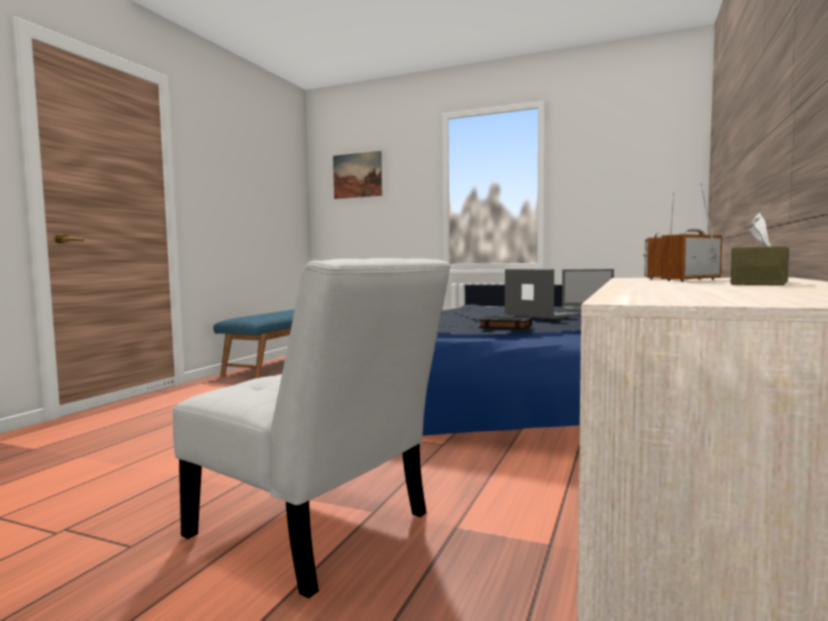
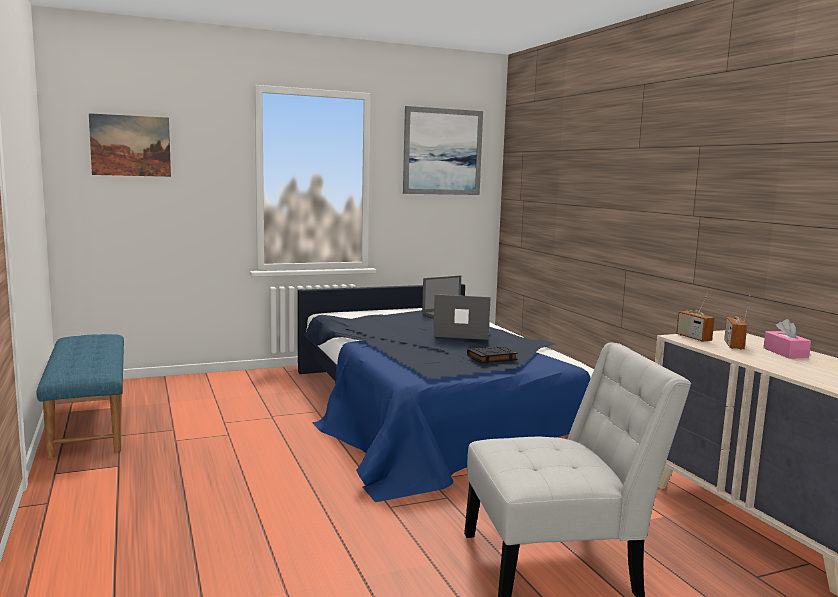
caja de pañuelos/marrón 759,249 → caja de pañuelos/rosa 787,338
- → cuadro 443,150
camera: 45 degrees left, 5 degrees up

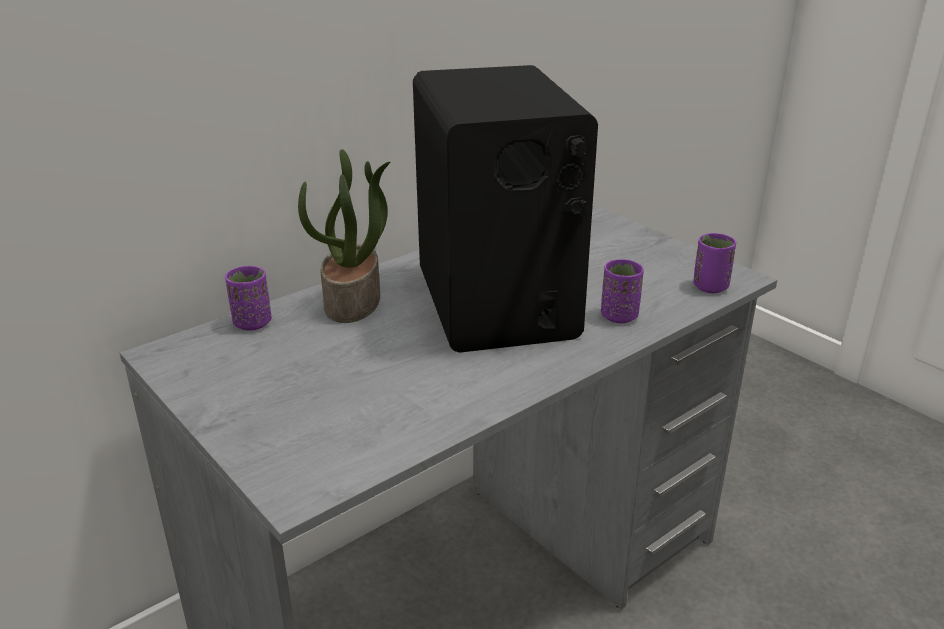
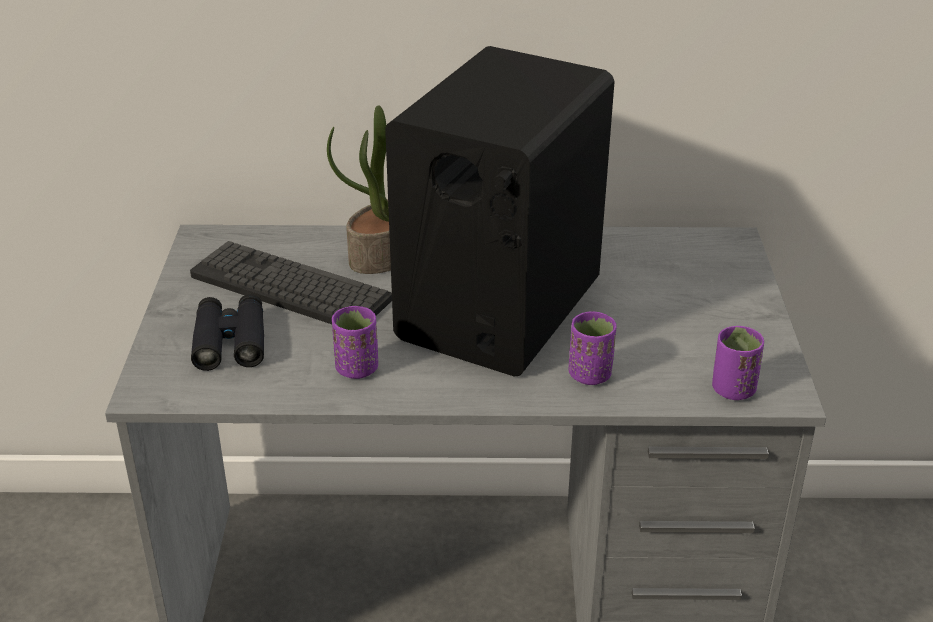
taza/morado 248,298 → taza/morado 355,342, moved
- → teclado 291,282
- → prismáticos/negro 227,332
camera: 40 degrees right, 5 degrees up

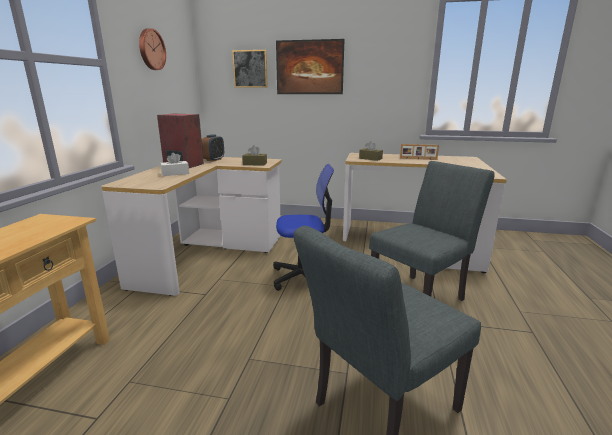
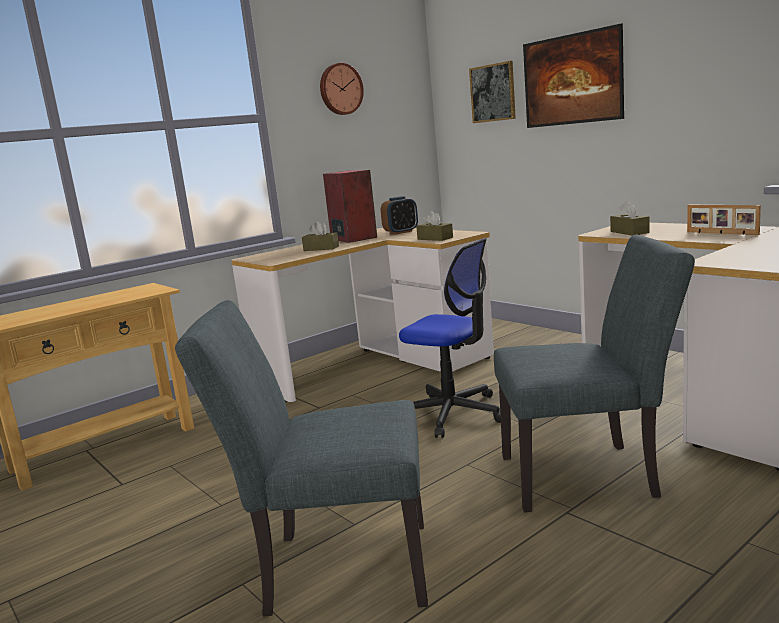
caja de pañuelos/blanco 174,164 → caja de pañuelos/marrón 320,236
camera: 40 degrees right, 5 degrees down

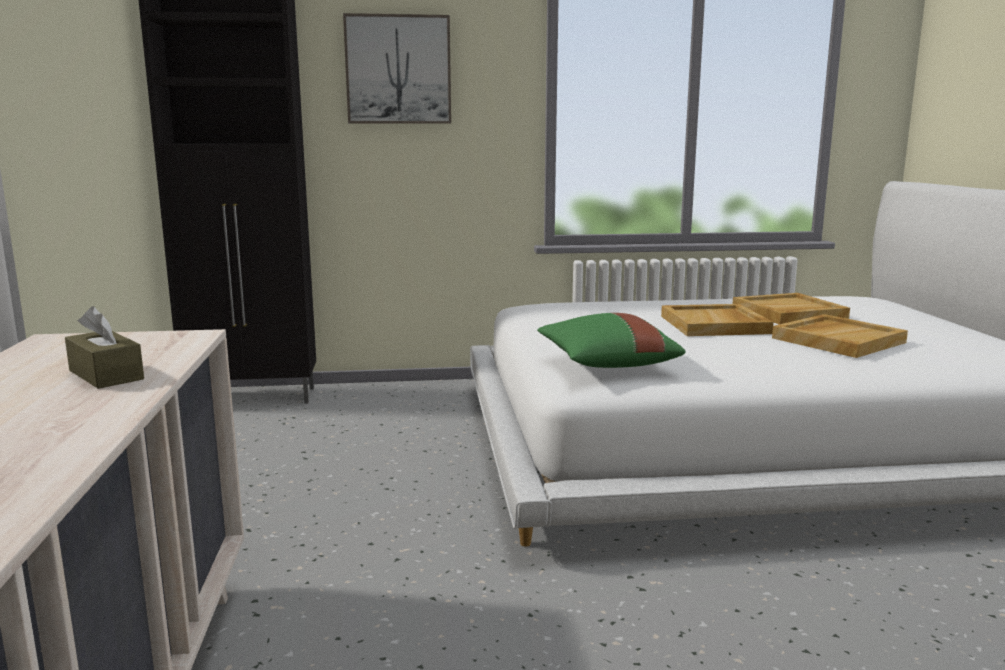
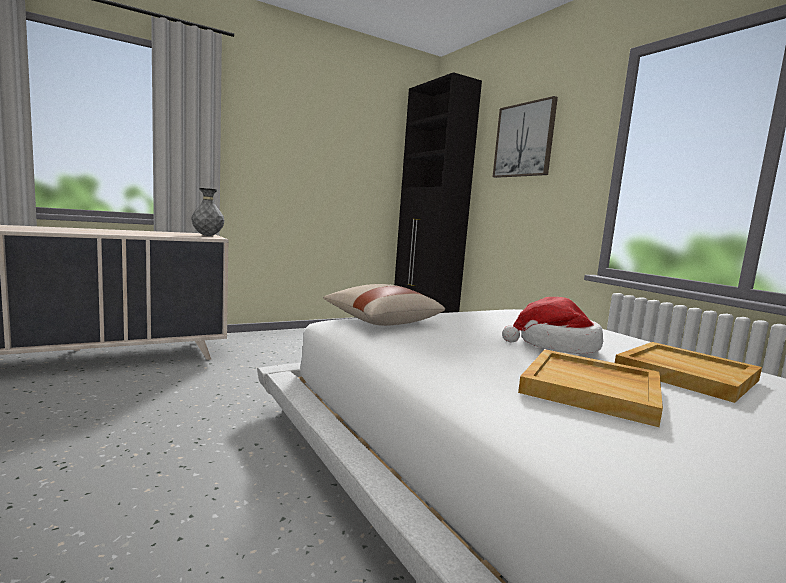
bandeja/beis 717,320 → sombrero 552,325
caja de pañuelos/marrón 104,347 → -
cojín/verde 611,340 → cojín/beis 384,305
- → florero/gris 207,212
camera: 65 degrees right, 5 degrees down

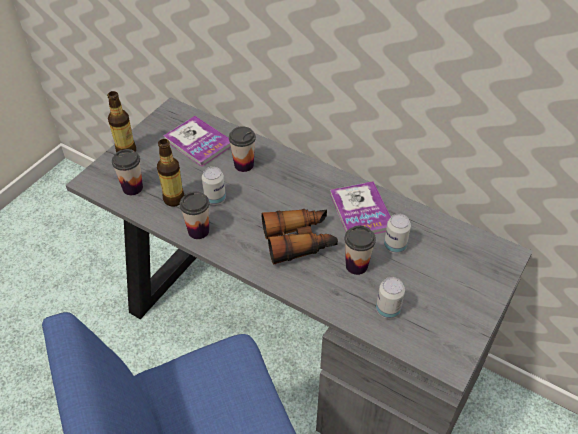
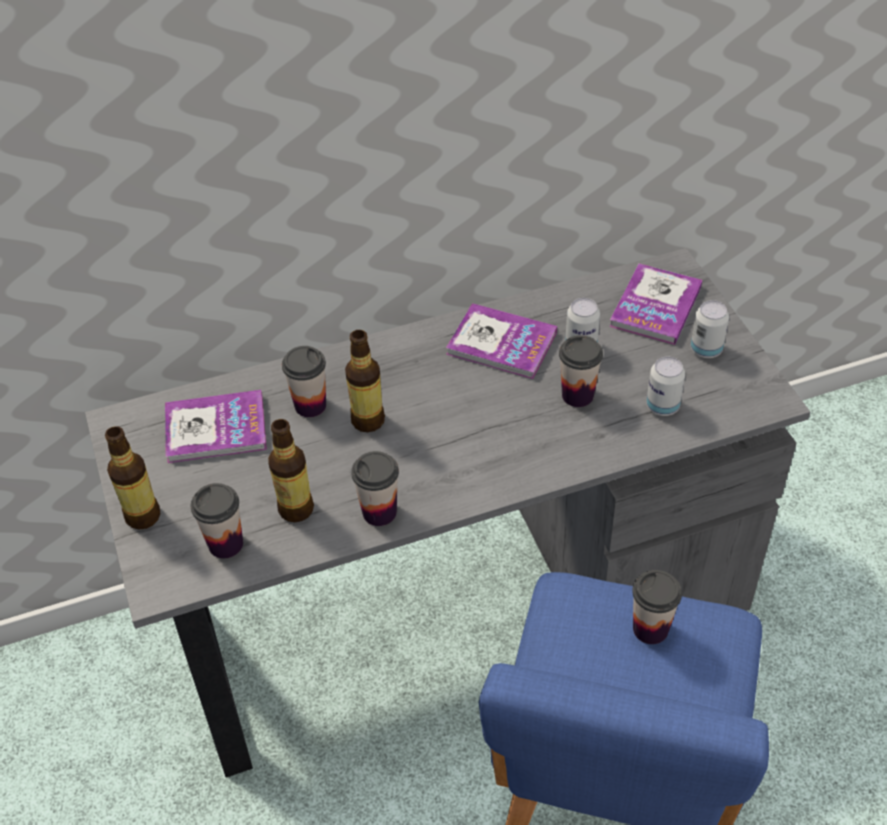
lata 214,186 → lata 710,329, moved
prismáticos 299,237 → -
- → libro 655,304
- → botella 365,381
- → taza 657,607
camera: 50 degrees left, 0 degrees up

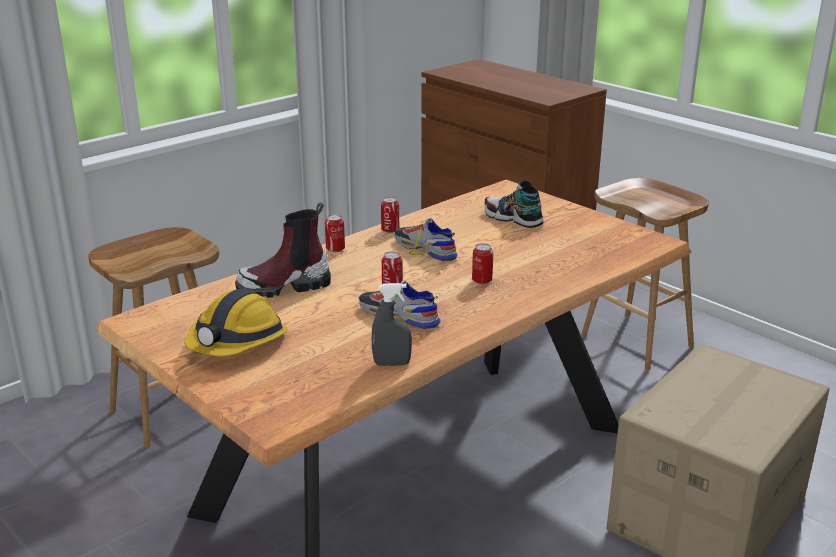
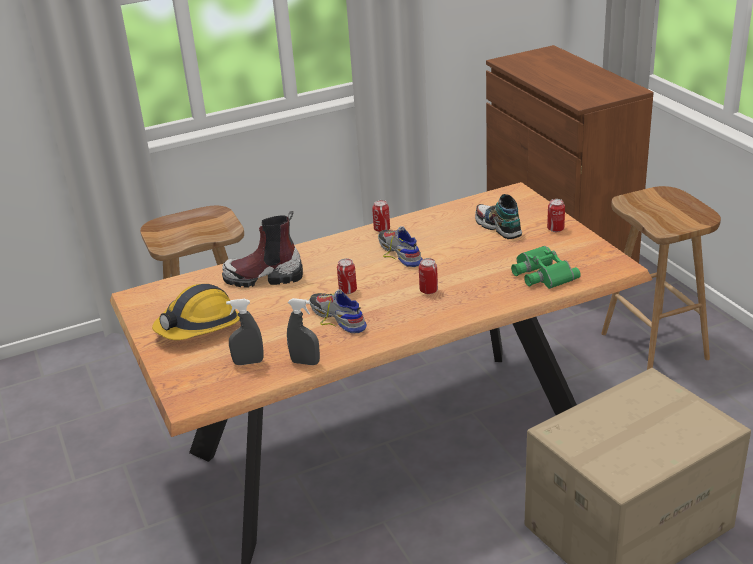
lata 335,233 → lata 556,215, moved
- → prismáticos/verde 546,267
- → pulverizador/gris 244,332
camera: 20 degrees right, 5 degrees up

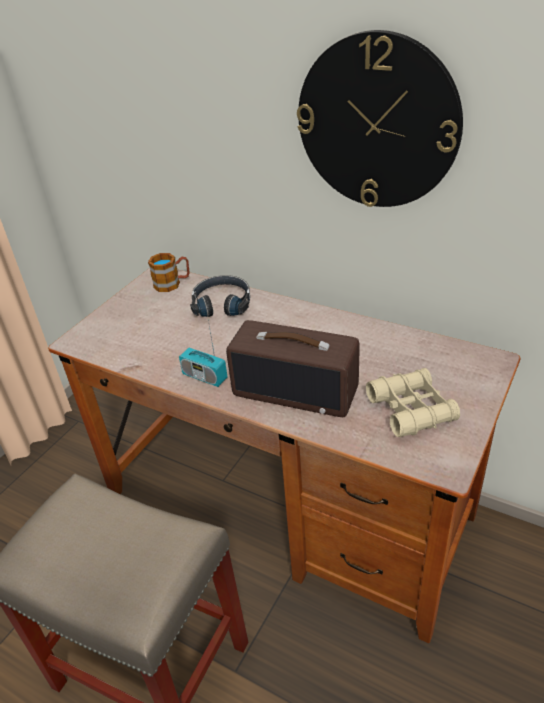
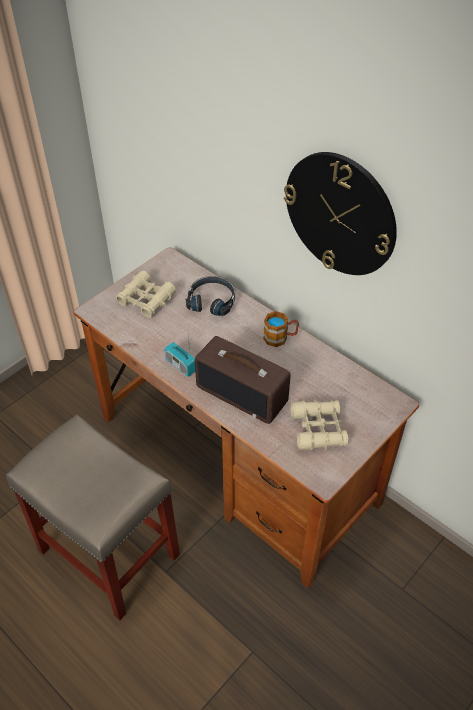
taza grande 168,272 → taza grande 281,329, moved
- → prismáticos/beis 146,294
camera: 10 degrees right, 10 degrees up

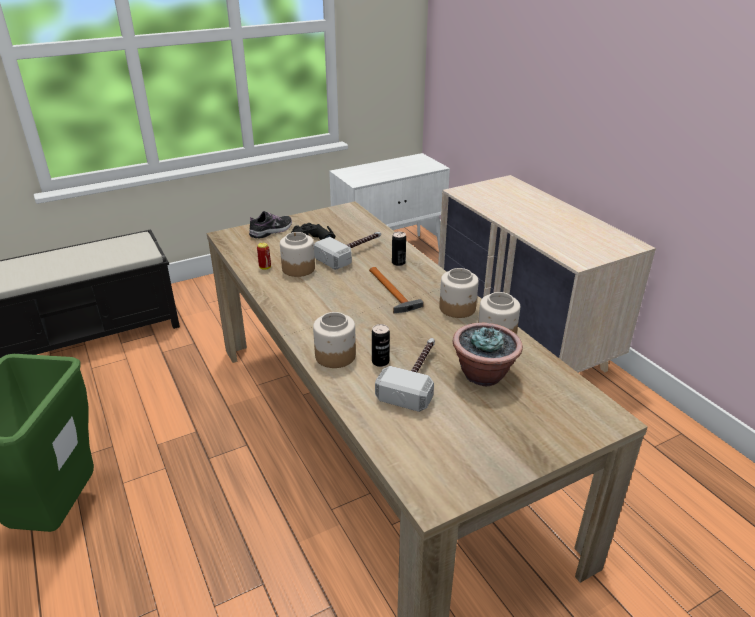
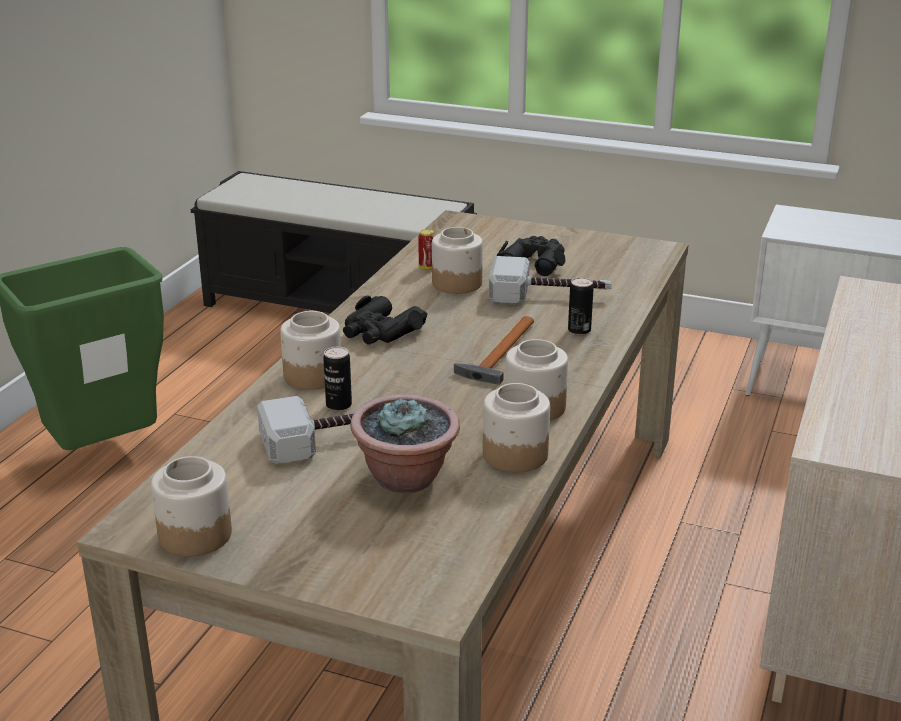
zapato 270,225 → -
- → prismáticos/negro 385,320
- → tarro 191,506
camera: 50 degrees right, 5 degrees down

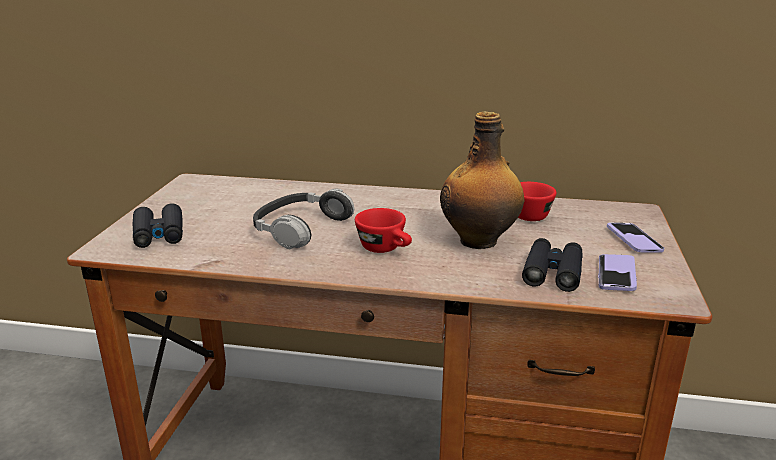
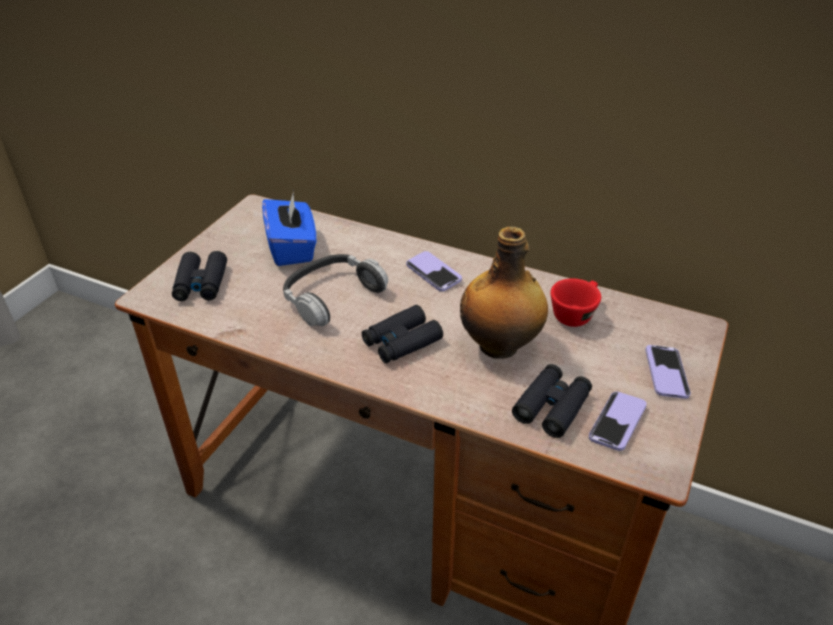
taza/rojo 383,230 → prismáticos/negro 402,334
- → caja de pañuelos/azul 289,228
- → móvil 434,271
camera: 15 degrees right, 15 degrees up

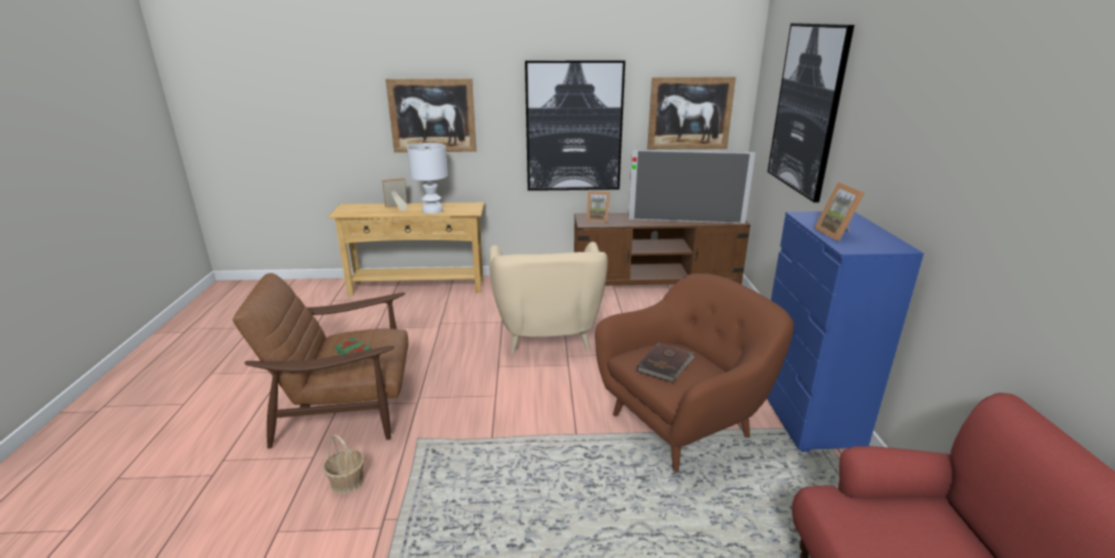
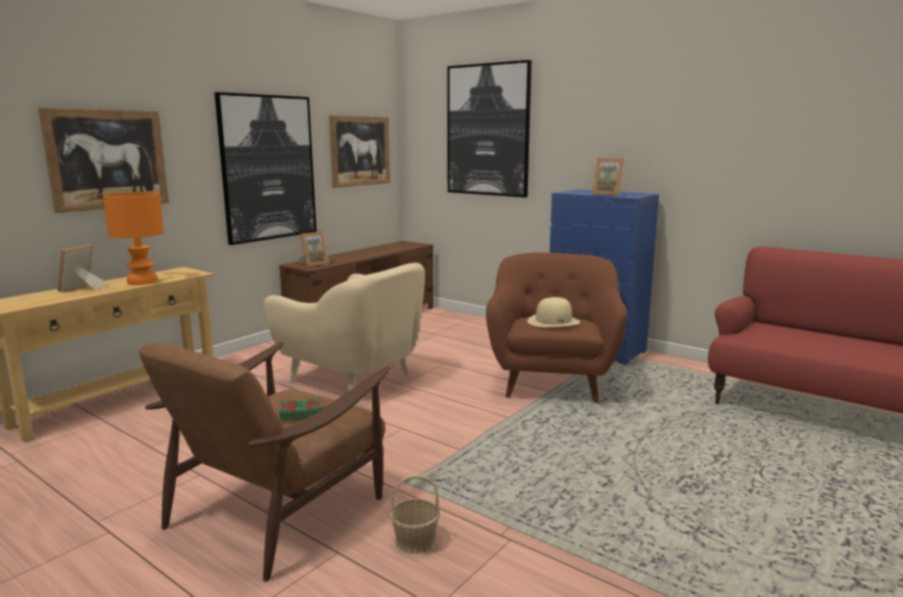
lámpara de mesa/blanco 427,178 → lámpara de mesa/naranja 133,238
televisor 691,186 → -
libro/marrón 666,363 → sombrero/beis 553,312
camera: 50 degrees left, 10 degrees down

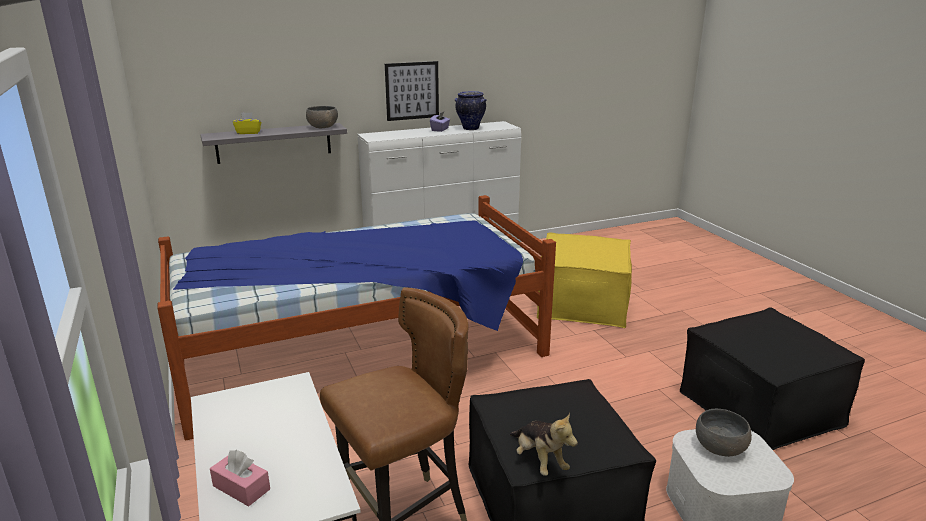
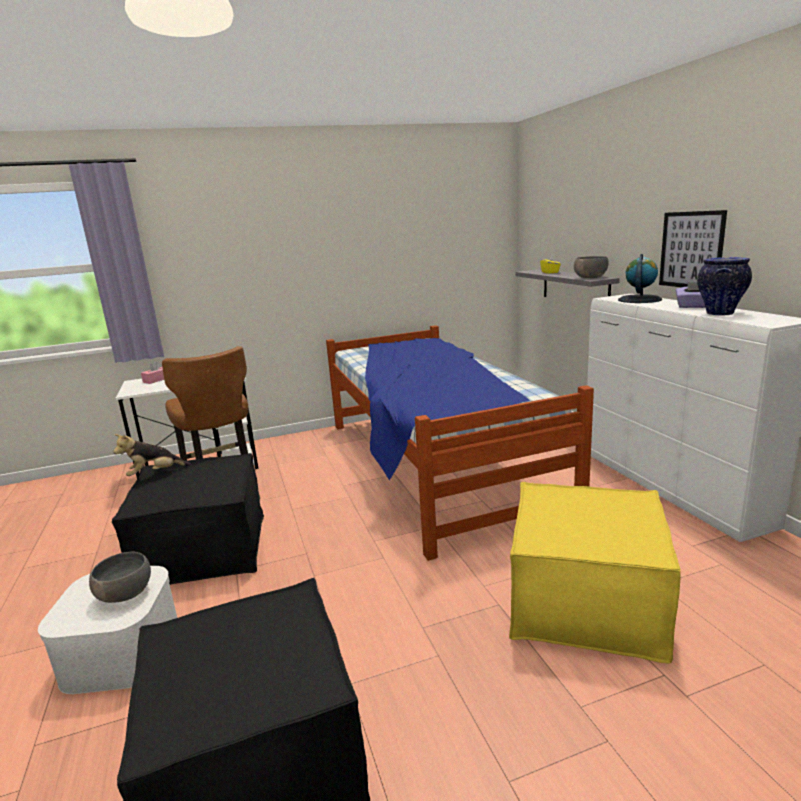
- → globo terráqueo 640,278
camera: 95 degrees right, 5 degrees down

